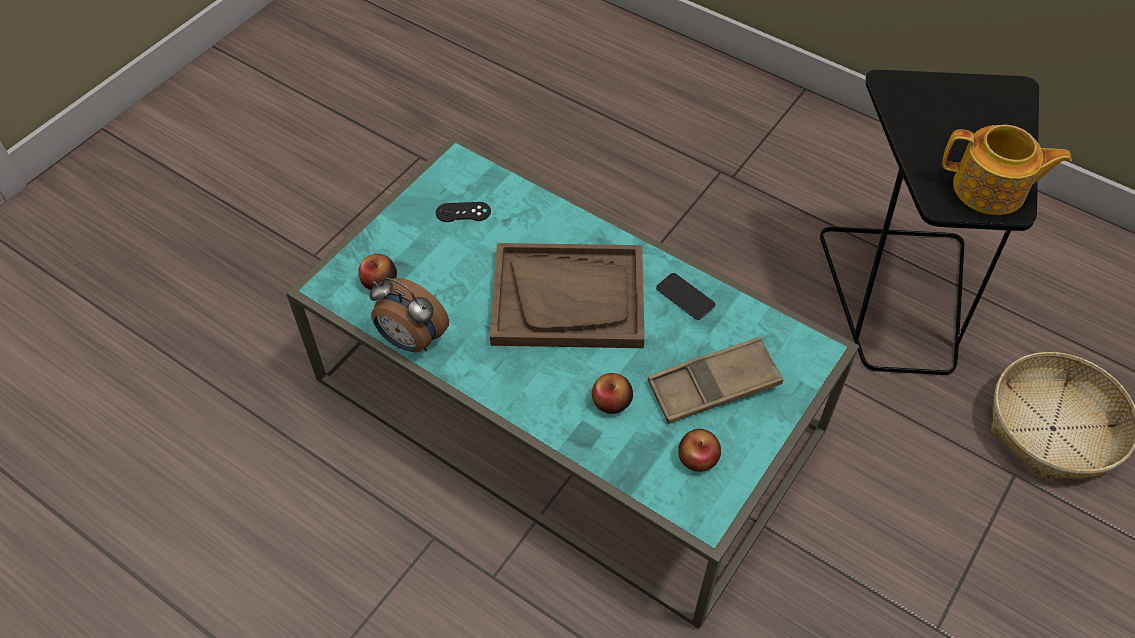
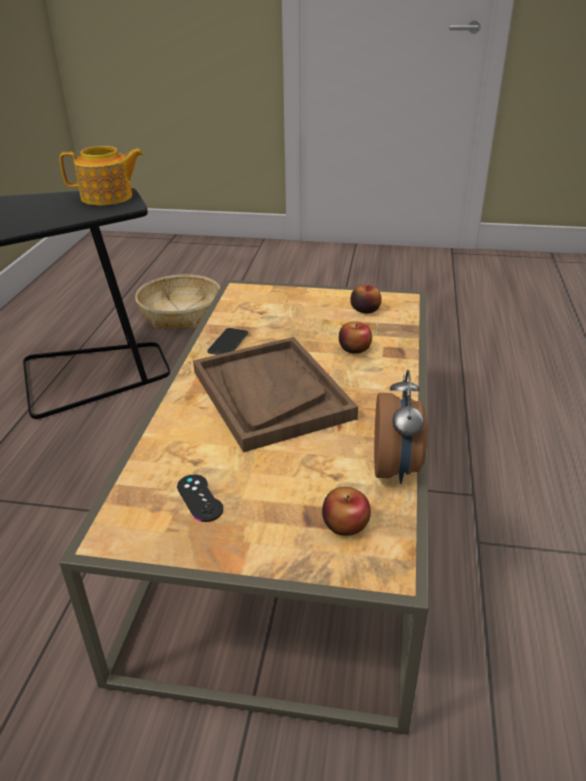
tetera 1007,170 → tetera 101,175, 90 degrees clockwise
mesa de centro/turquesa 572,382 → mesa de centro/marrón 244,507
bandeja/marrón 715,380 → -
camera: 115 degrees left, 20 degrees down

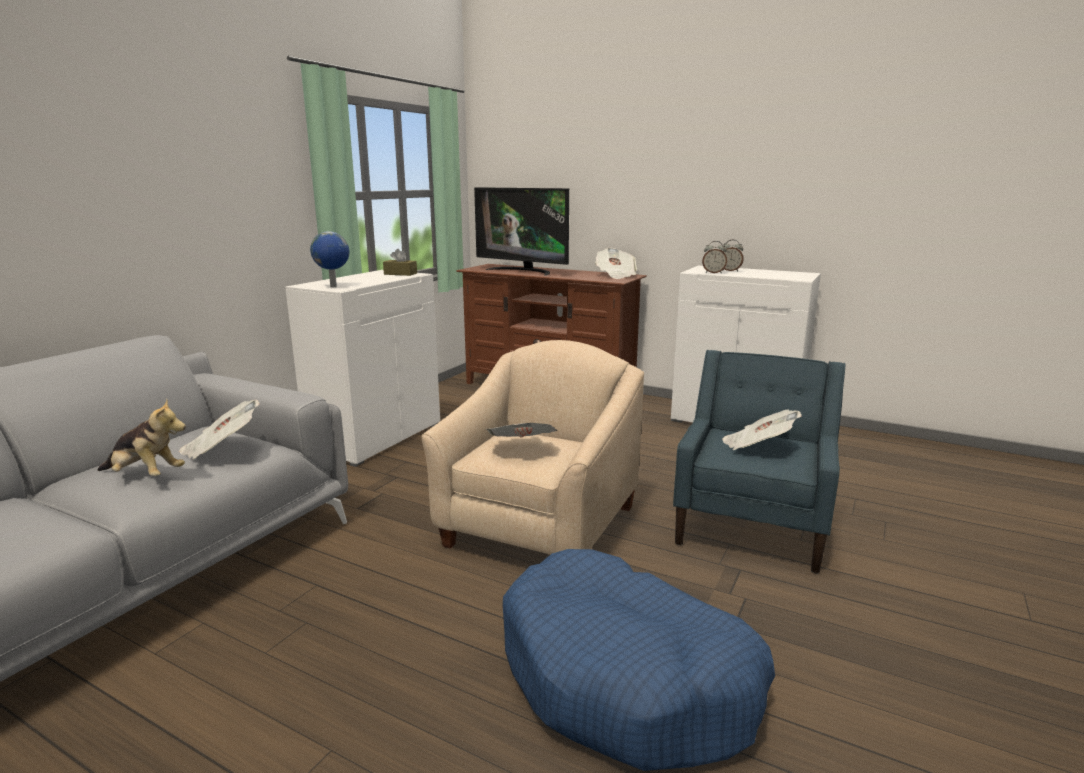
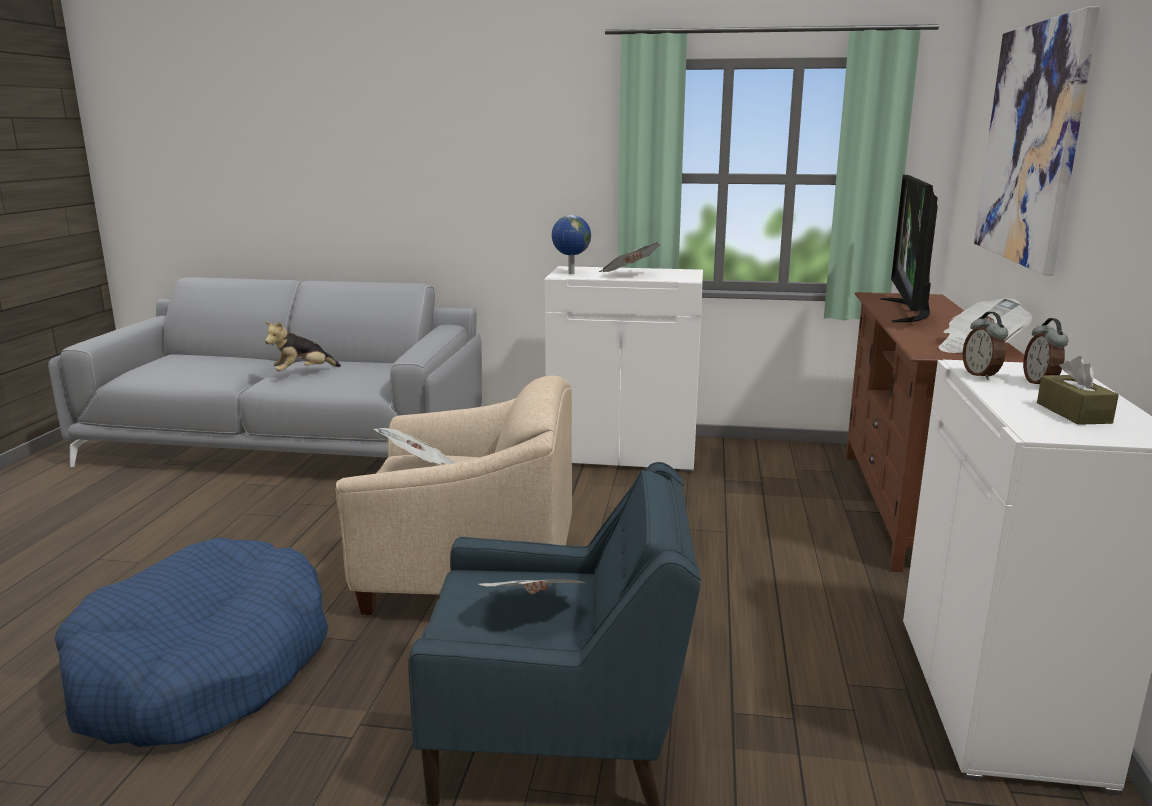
caja de pañuelos/marrón 400,262 → caja de pañuelos/marrón 1078,390, moved
peluche 142,438 → peluche 303,346, 60 degrees clockwise
periódico 219,429 → periódico 630,257, moved
- → cuadro 1037,140
camera: 70 degrees right, 0 degrees up

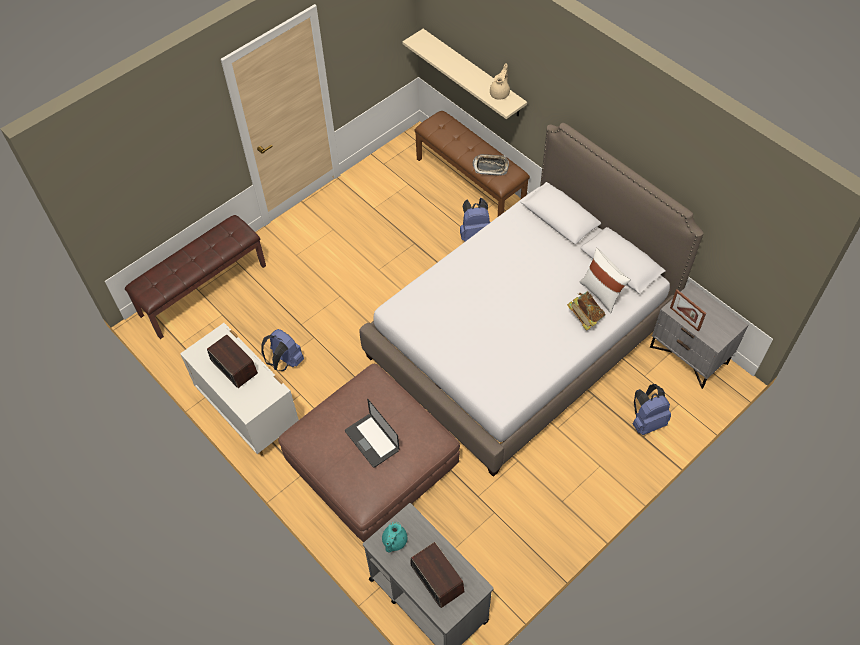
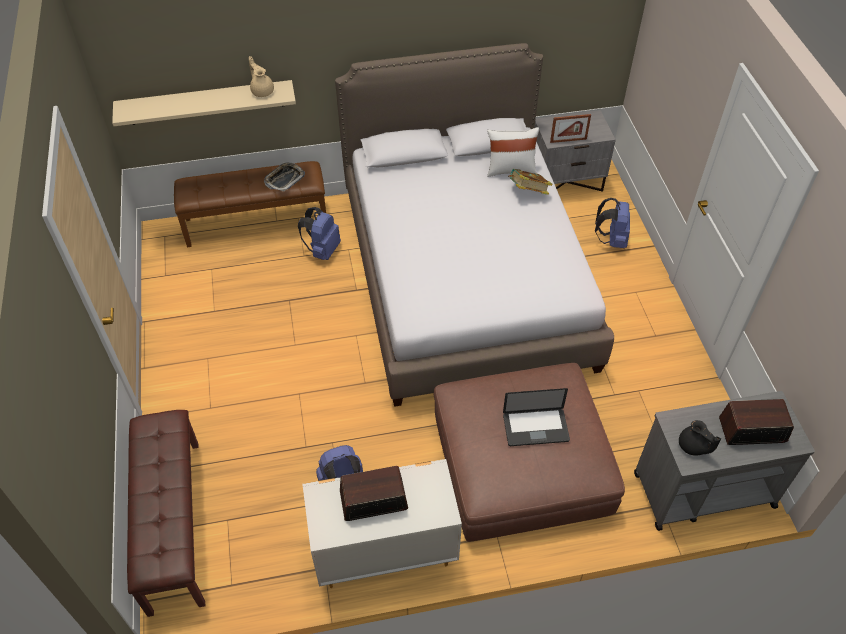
tetera/turquesa 394,537 → tetera/negro 700,438
camera: 60 degrees left, 5 degrees down

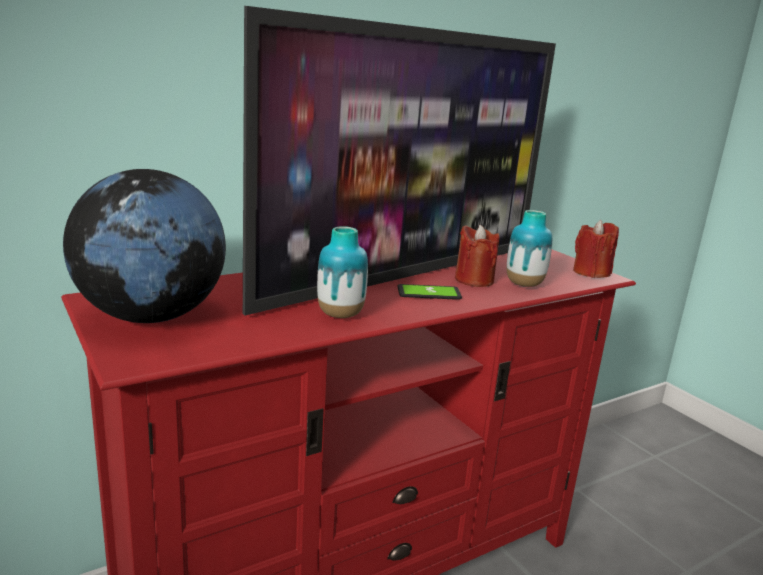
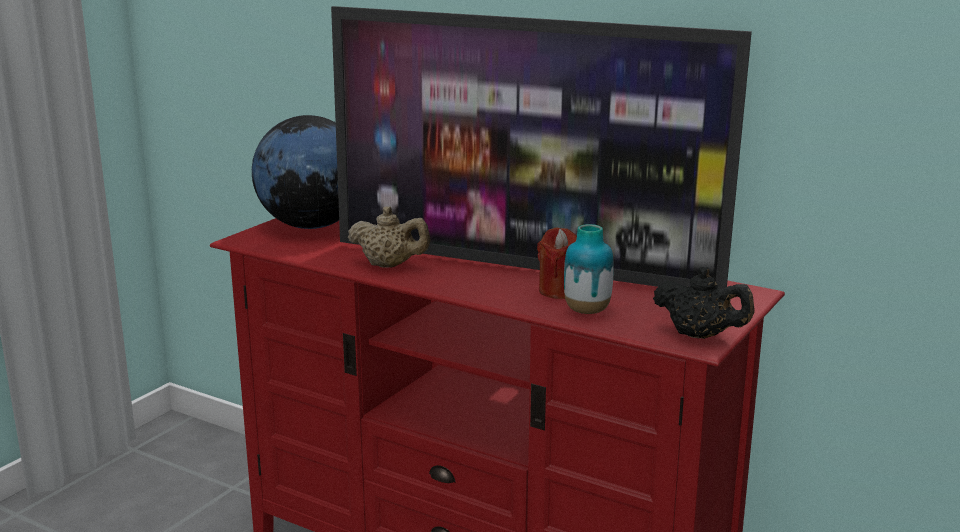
vela/rojo 596,249 → tetera/negro 704,303
florero 342,272 → tetera/beis 389,237
móvil 429,292 → -
camera: 65 degrees right, 0 degrees up

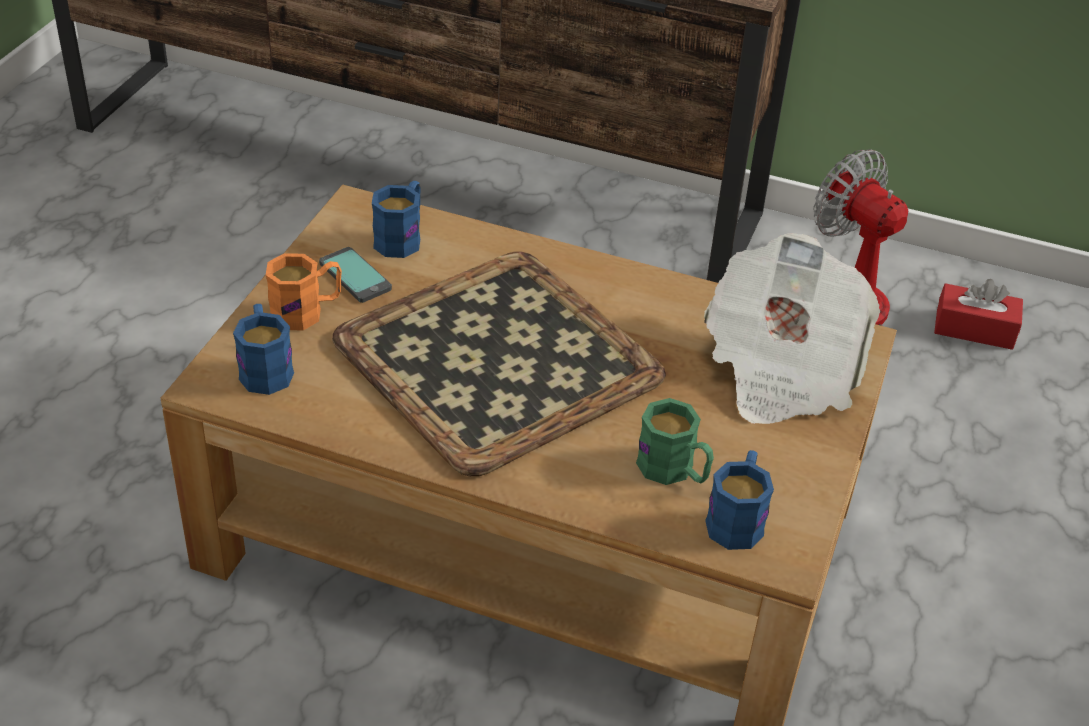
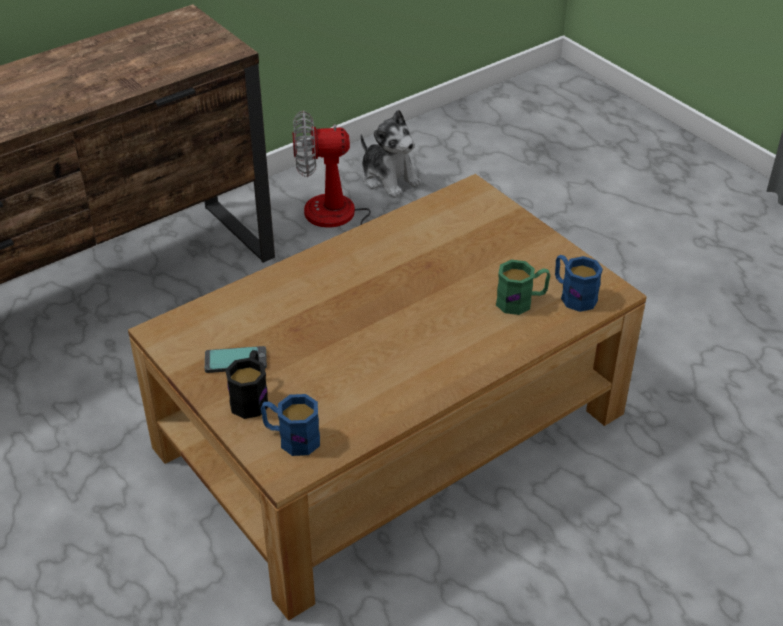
taza grande/azul 396,219 → -
periódico 792,328 → -
bandeja 499,364 → -
taza grande/naranja 304,291 → taza grande/negro 246,384
caja de pañuelos/rojo 978,314 → peluche 390,153
camera: 55 degrees left, 0 degrees up

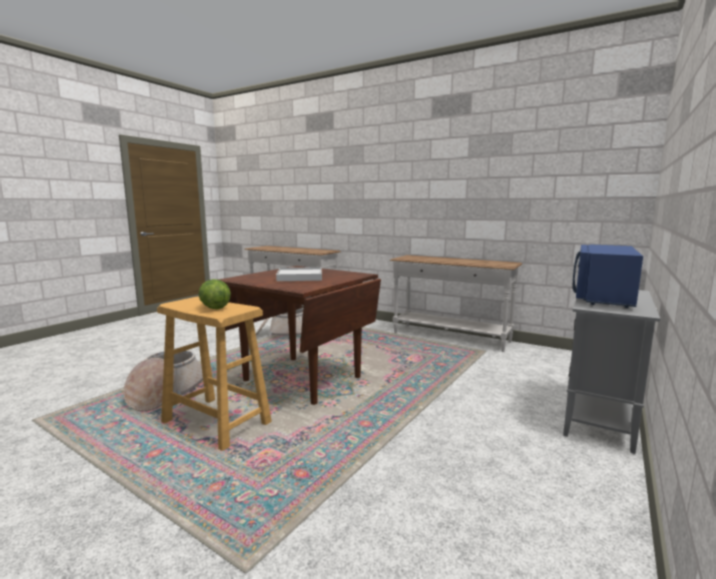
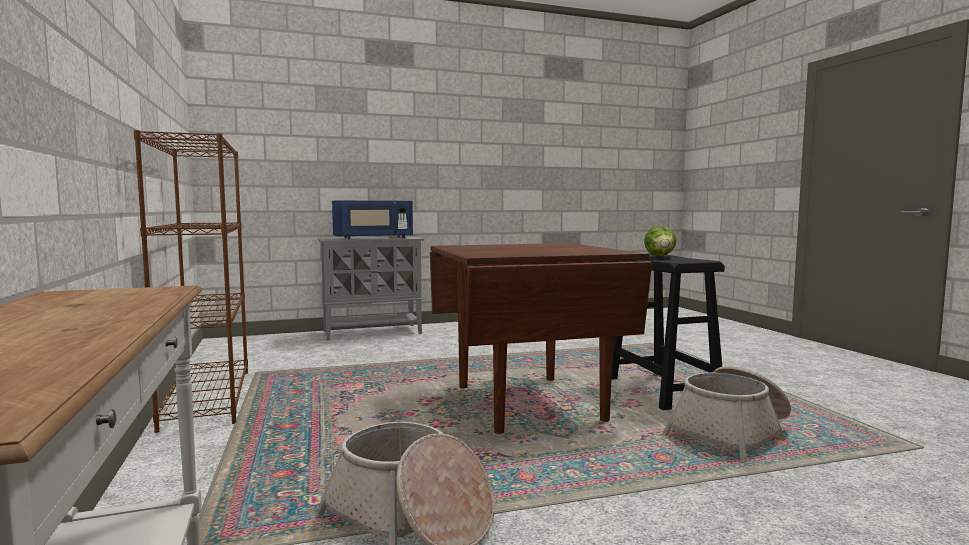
mesa consola/blanco 456,303 → estantería/marrón 191,281
bandeja/blanco 299,274 → -
taburete/beis 214,374 → taburete/negro 668,331
camera: 140 degrees left, 5 degrees down

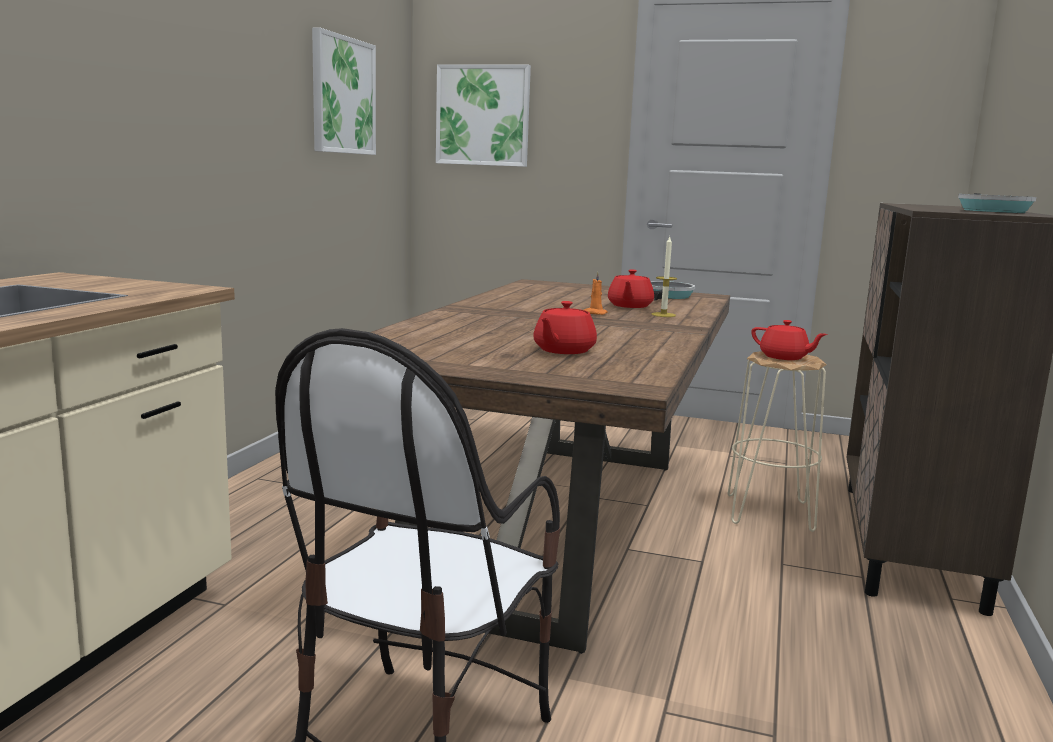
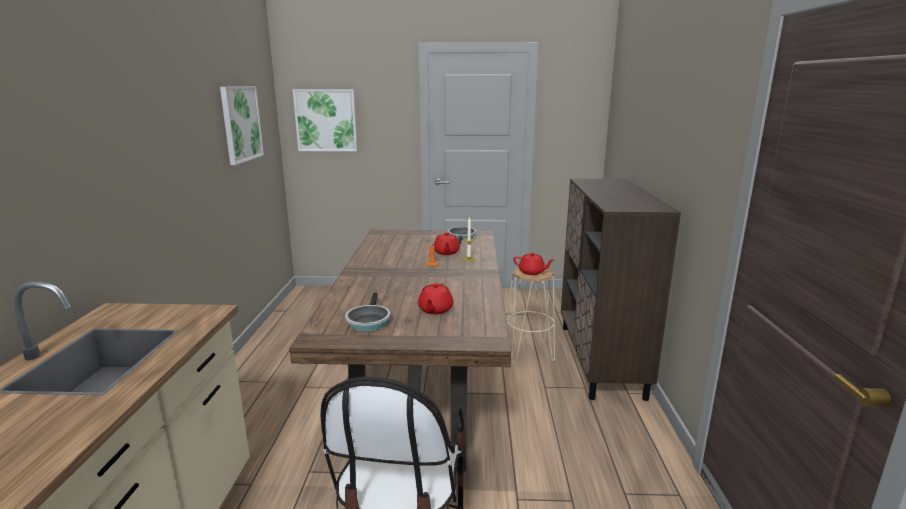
sartén 997,203 → sartén 367,311, moved
camera: 15 degrees left, 5 degrees up

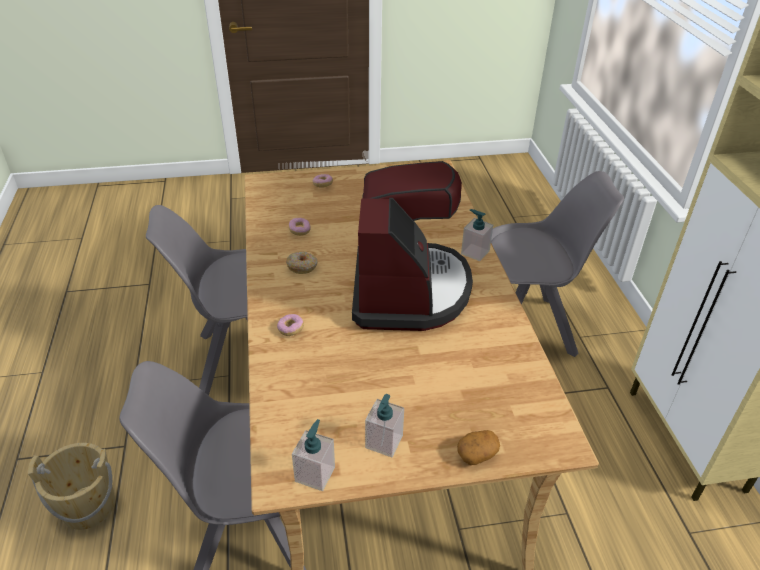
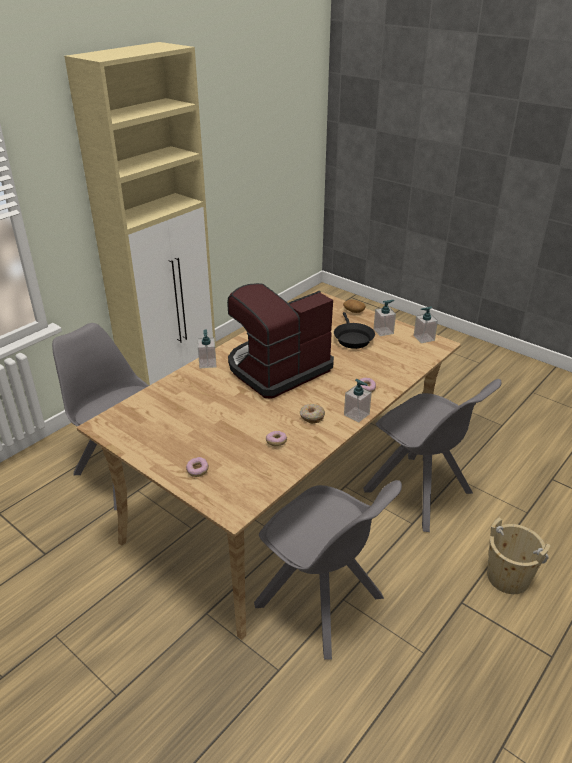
- → sartén/negro 354,330
- → dispensador de jabón 358,401
camera: 130 degrees left, 5 degrees down

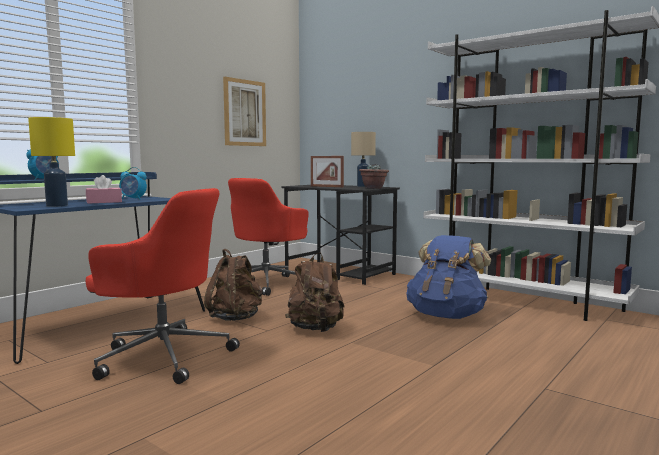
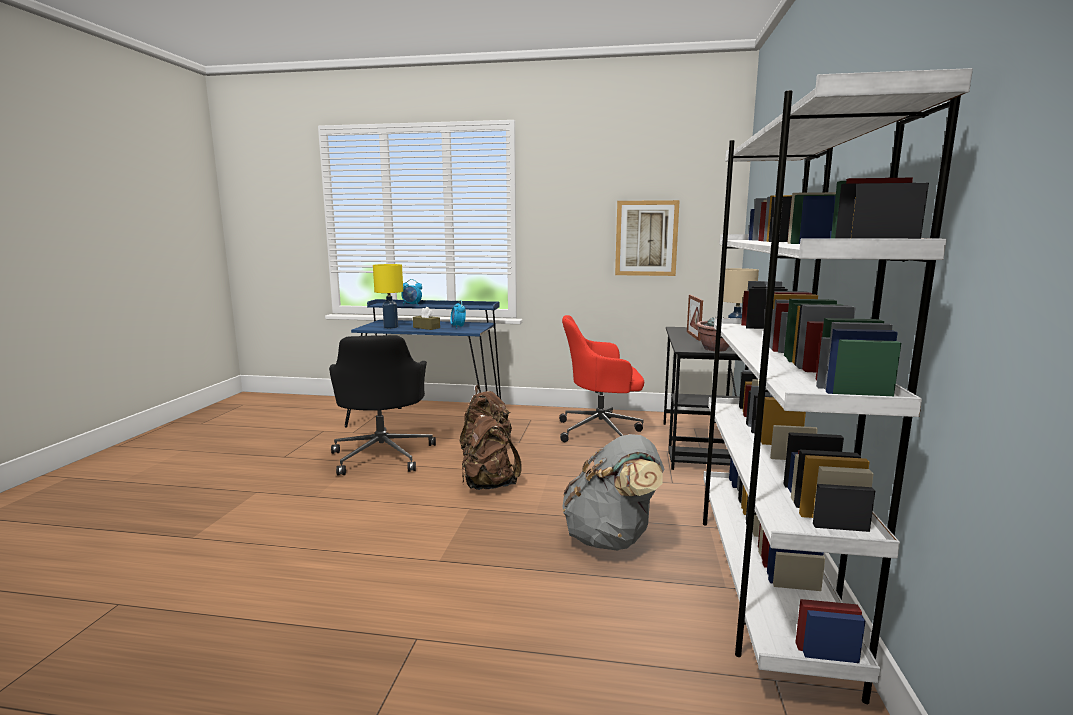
caja de pañuelos/rosa 104,189 → caja de pañuelos/marrón 426,318
silla de oficina/rojo 163,286 → silla de oficina/negro 382,405
mochila/azul 448,277 → mochila/gris 613,492
camera: 60 degrees right, 5 degrees up

